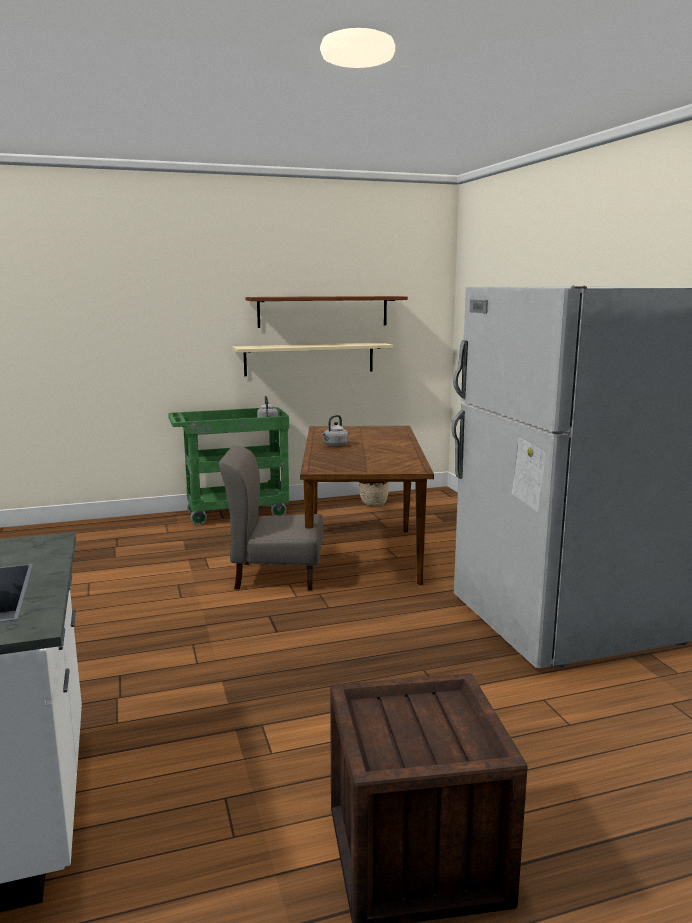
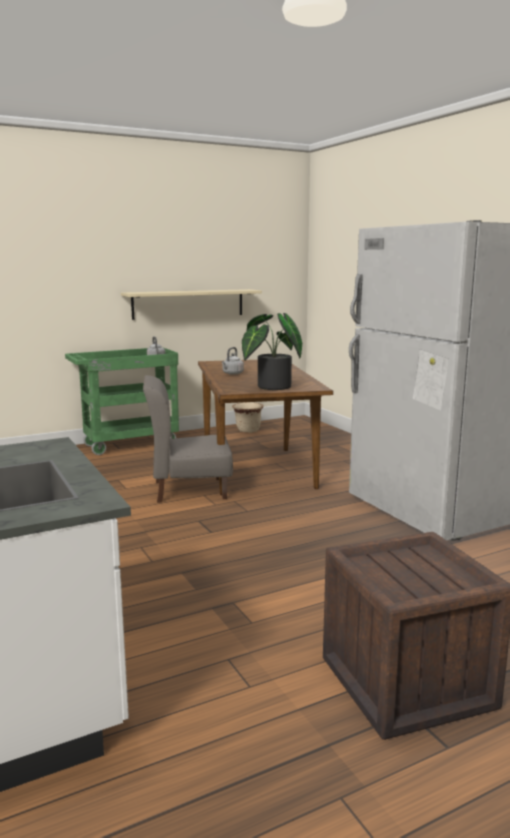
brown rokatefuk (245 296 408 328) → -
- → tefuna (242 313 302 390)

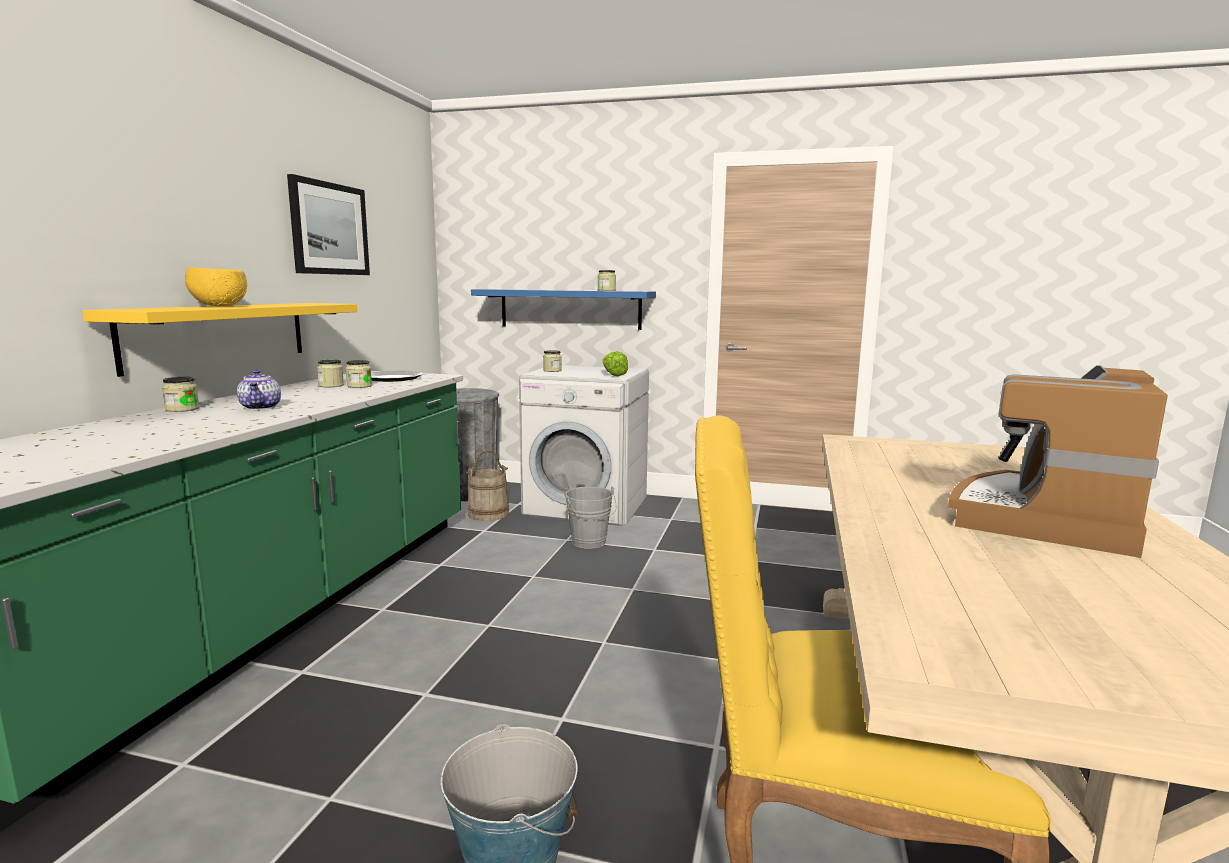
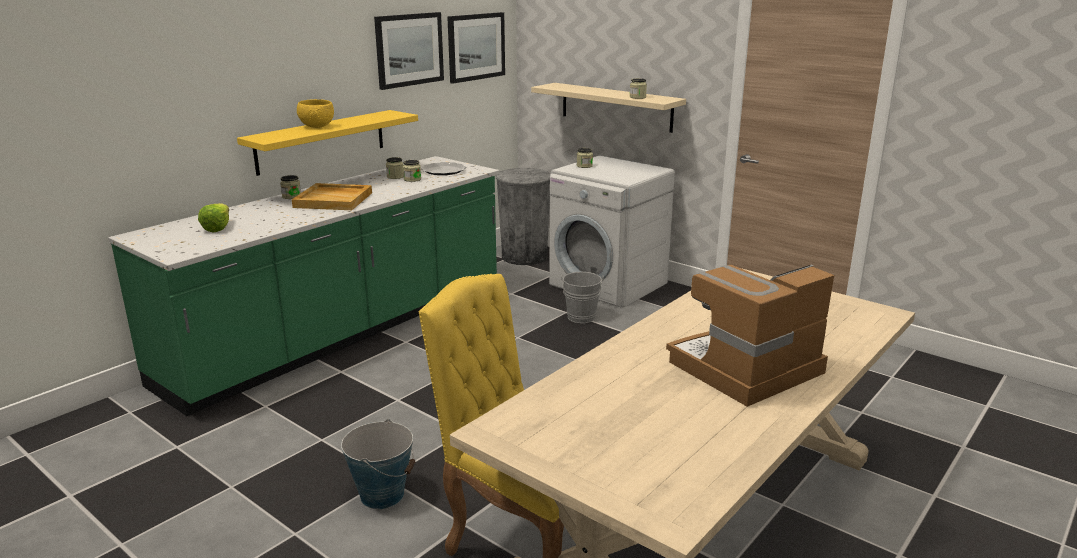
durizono (237 369 281 410) → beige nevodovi (292 183 372 210)
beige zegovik (466 450 509 521) → -
blue rokatefuk (471 289 656 330) → beige rokatefuk (531 83 686 133)
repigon (602 351 628 376) → repigon (198 203 229 232), moved
- → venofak (447 12 505 84)

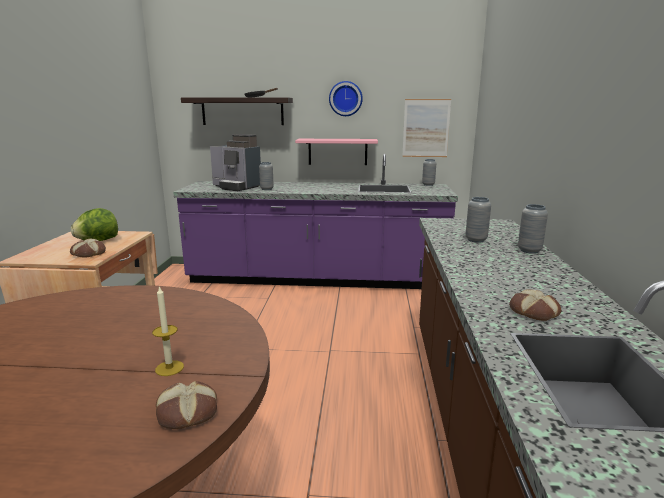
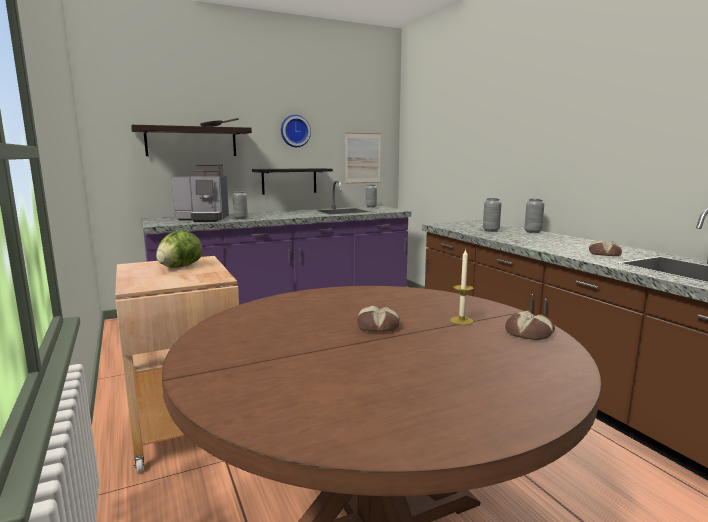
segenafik (70 239 106 257) → segenafik (357 305 400 332), moved
pink rokatefuk (295 139 378 165) → black rokatefuk (252 168 333 195)

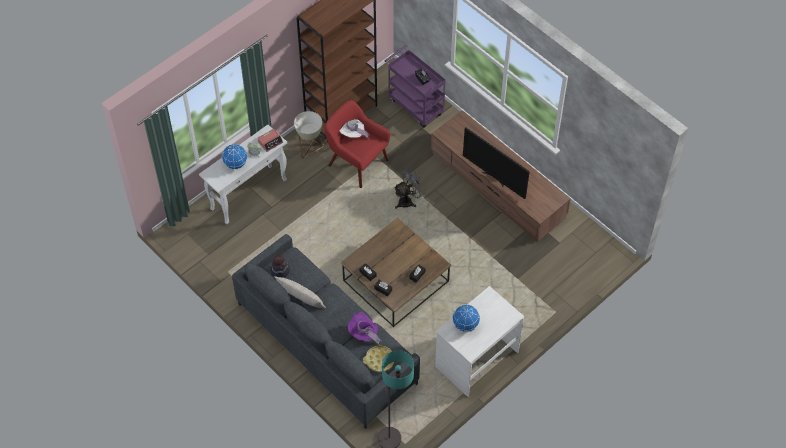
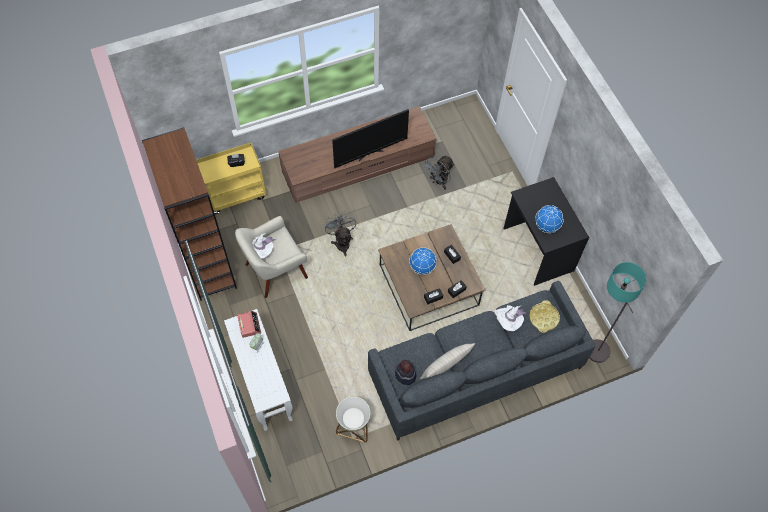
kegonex (222 144 248 170) → kegonex (409 247 437 275), moved
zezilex (294 111 324 158) → zezilex (336 397 371 442), moved
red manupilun (325 100 390 188) → beige manupilun (235 216 308 298)
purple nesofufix (348 312 382 344) → white nesofufix (494 305 527 331)
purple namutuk (385 45 446 128) → yellow namutuk (196 143 266 214)
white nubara (435 286 524 397) → black nubara (503 177 589 286)
- → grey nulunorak (423 156 455 190)

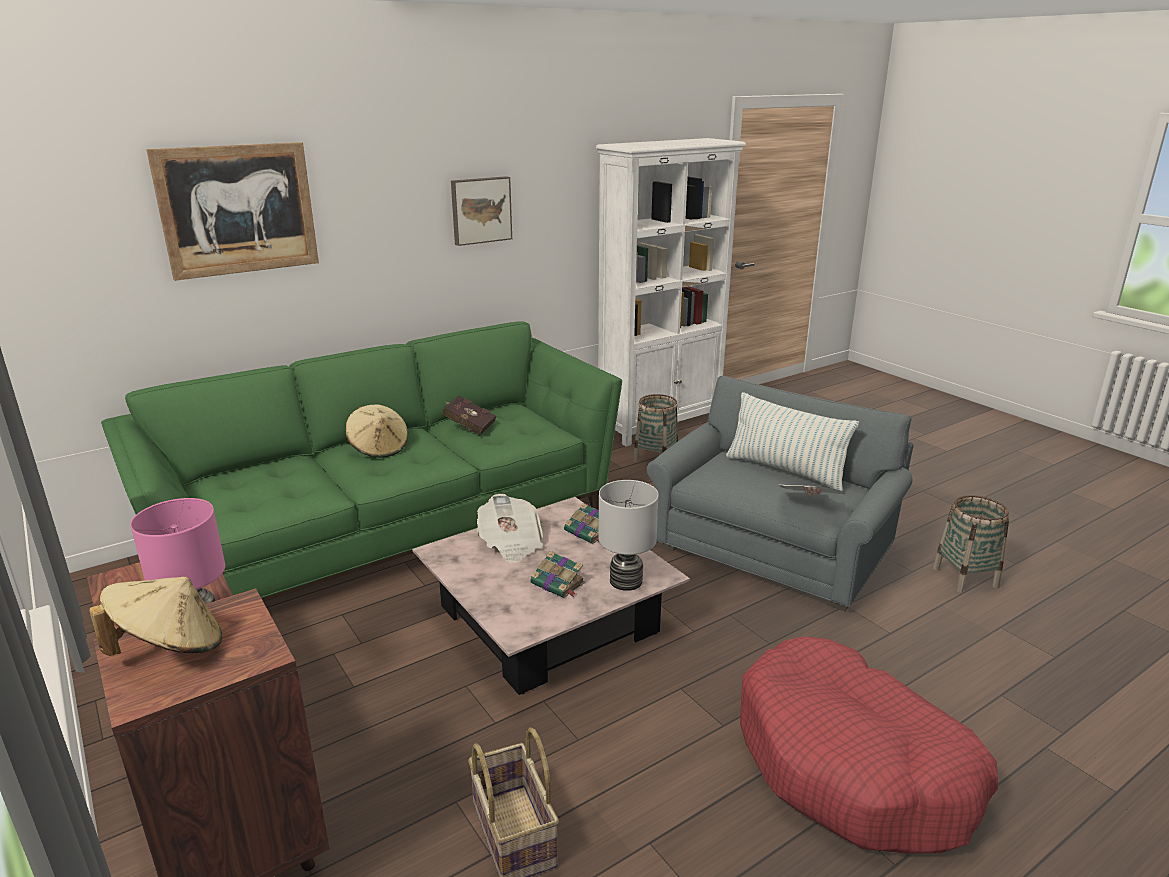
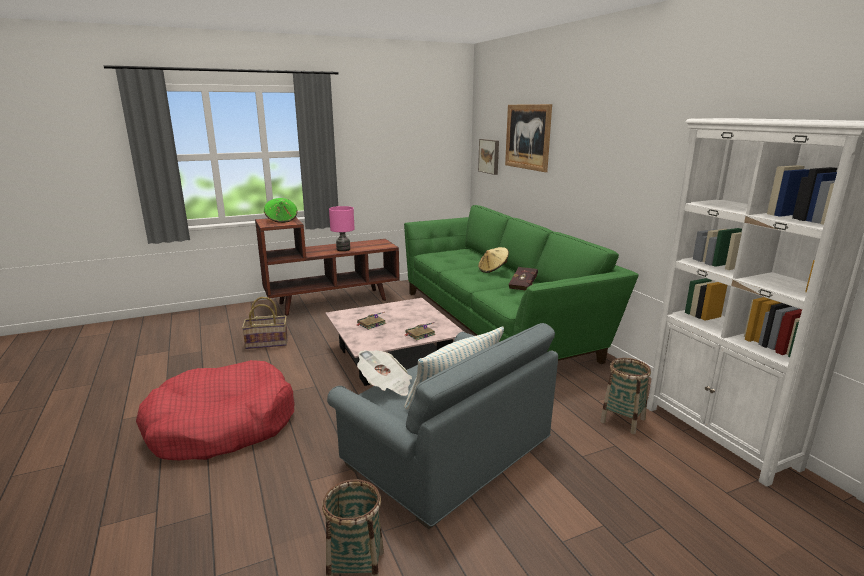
beige nesofufix (89 577 222 656) → green nesofufix (264 198 298 223)
venofak (451 176 512 246) → venofak (478 139 499 175), moved
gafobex (477 494 543 564) → -
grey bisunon (599 480 658 591) → -

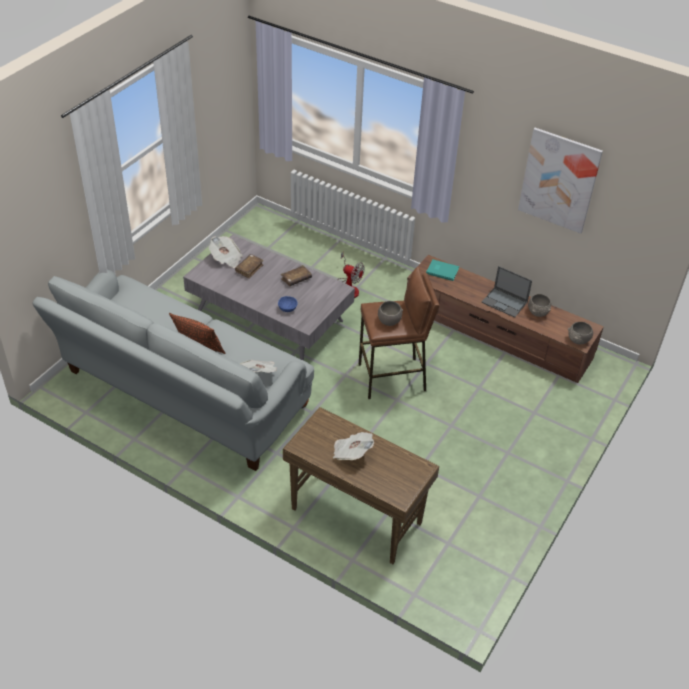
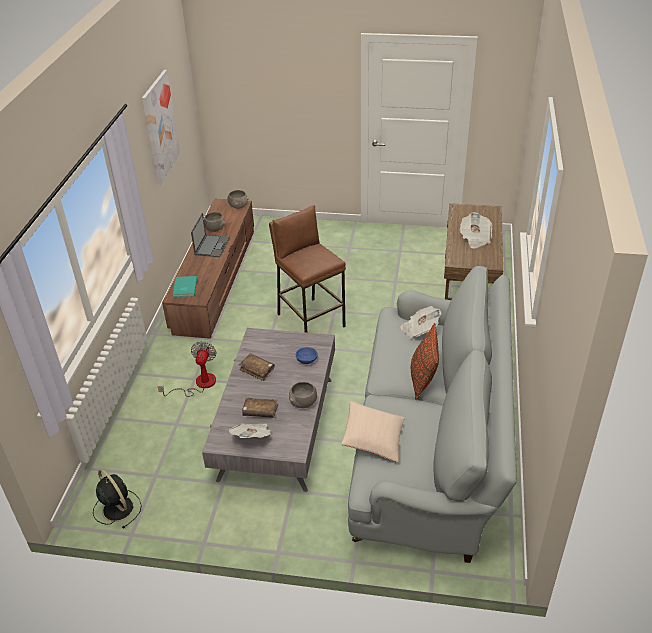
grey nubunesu (378 301 403 326) → grey nubunesu (289 382 317 408), moved
- → black nulunorak (93 469 142 529)
- → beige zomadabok (341 401 405 462)

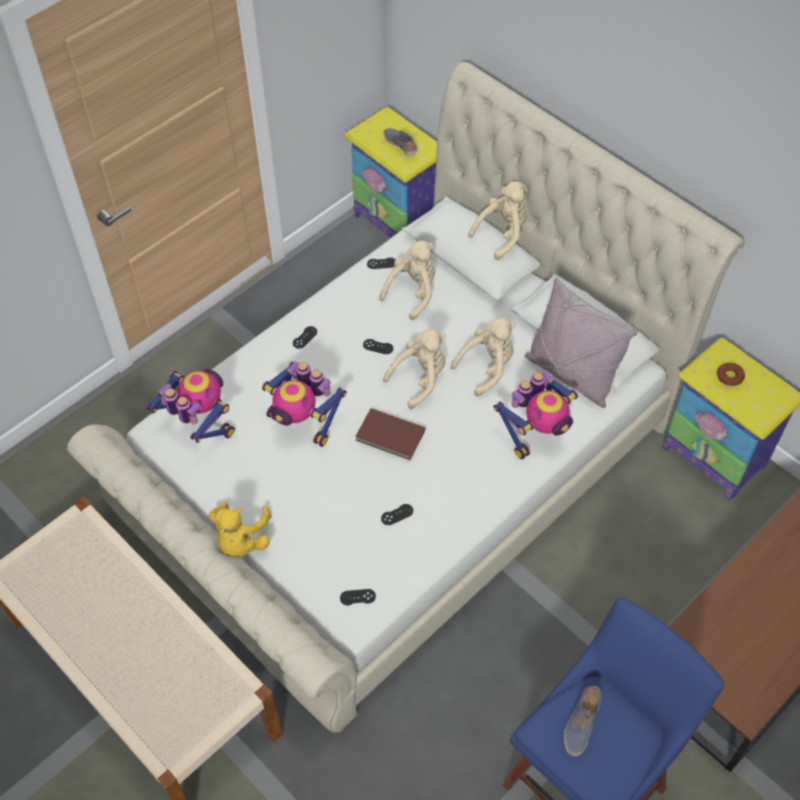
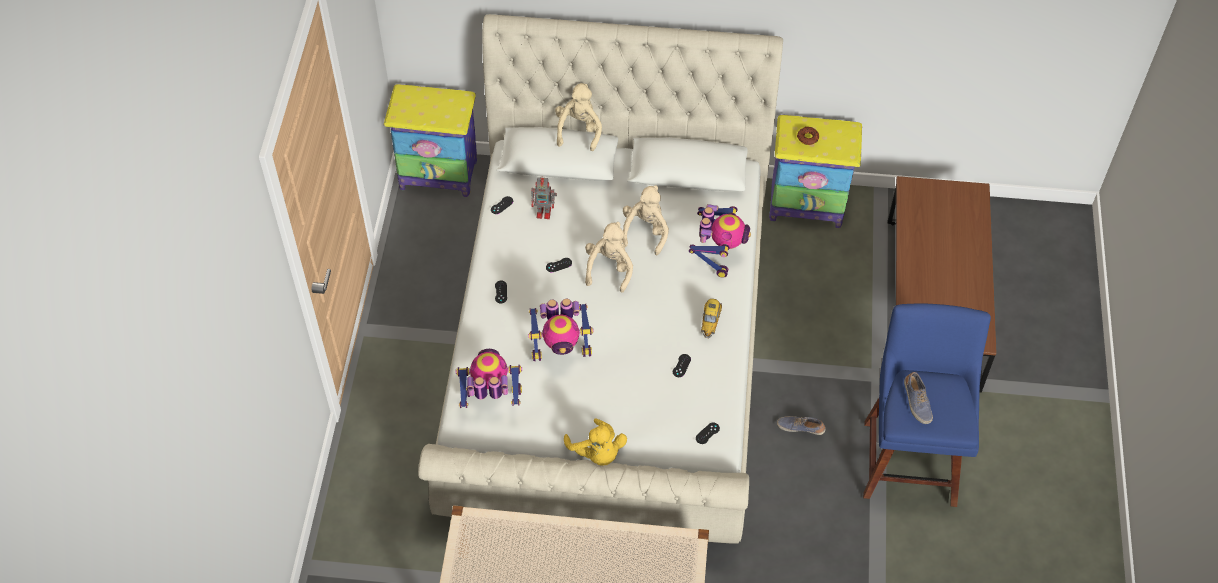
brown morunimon (355 408 425 460) → -
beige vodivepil (379 241 435 320) → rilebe (531 177 557 219)
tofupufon (383 128 418 155) → tofupufon (777 416 826 435), moved
purple zomadabok (525 278 638 408) → -
- → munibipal (701 299 722 338)

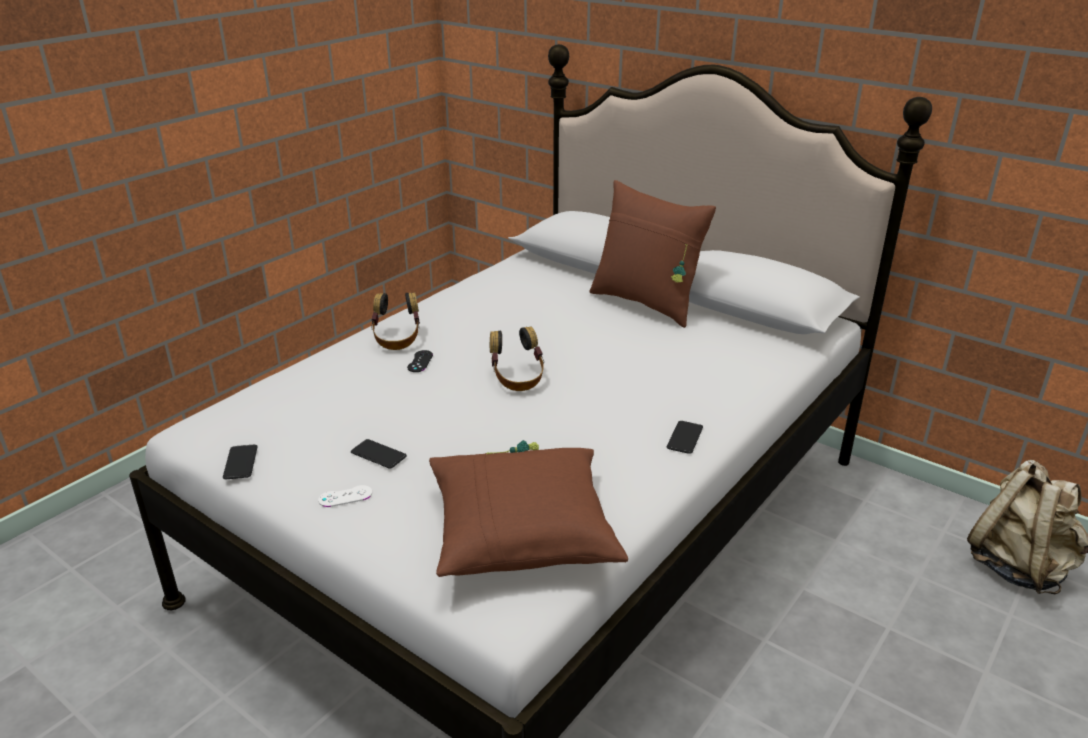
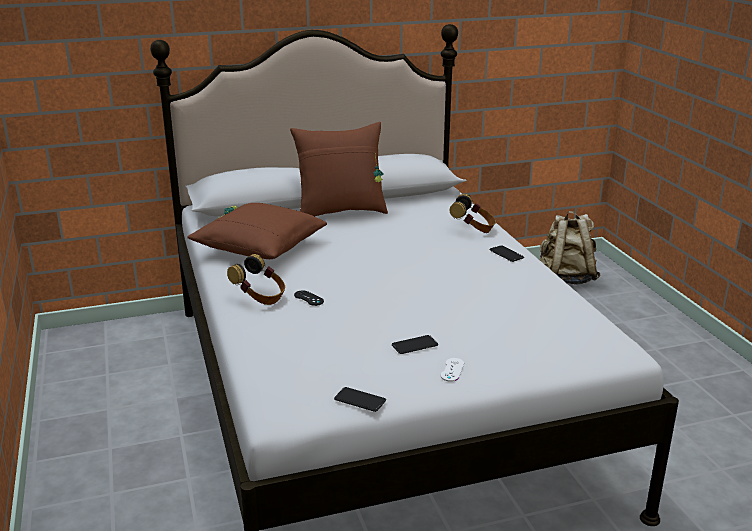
brown zomadabok (429 440 628 577) → brown zomadabok (187 203 327 259), moved
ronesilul (490 326 544 391) → ronesilul (450 194 496 233), moved

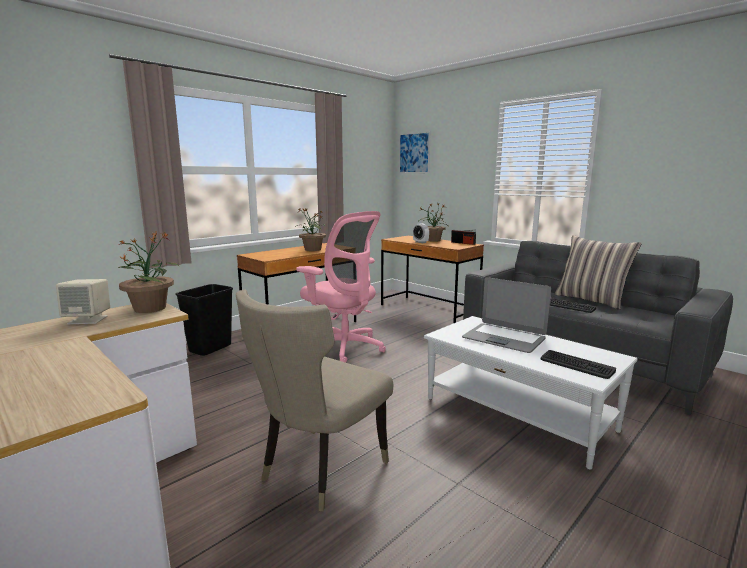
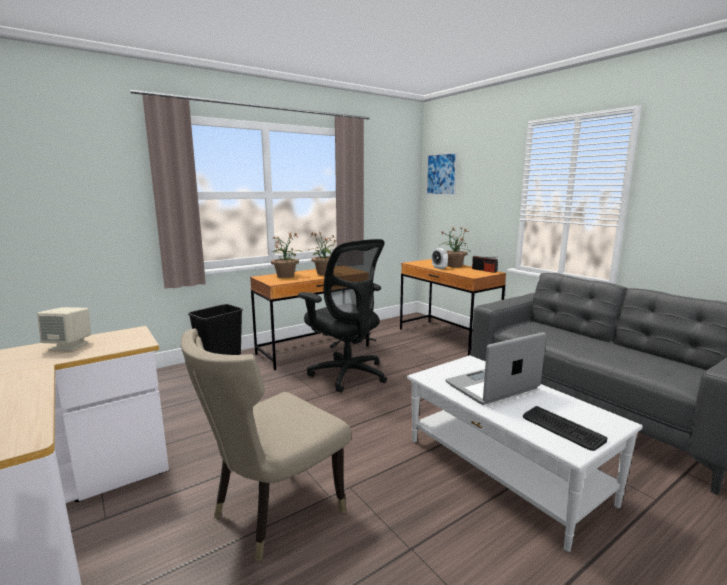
tefuna (118 232 180 313) → tefuna (271 232 303 278), moved
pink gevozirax (296 211 386 363) → black gevozirax (298 239 387 393)
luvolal (462 277 551 353) → luvolal (445 332 546 405), 105 degrees clockwise
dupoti (550 298 596 313) → -
zomadabok (554 235 642 310) → -

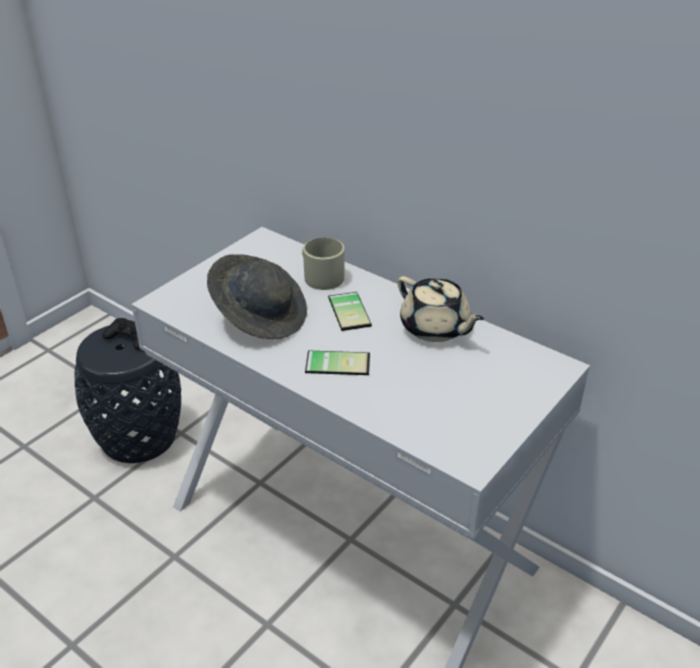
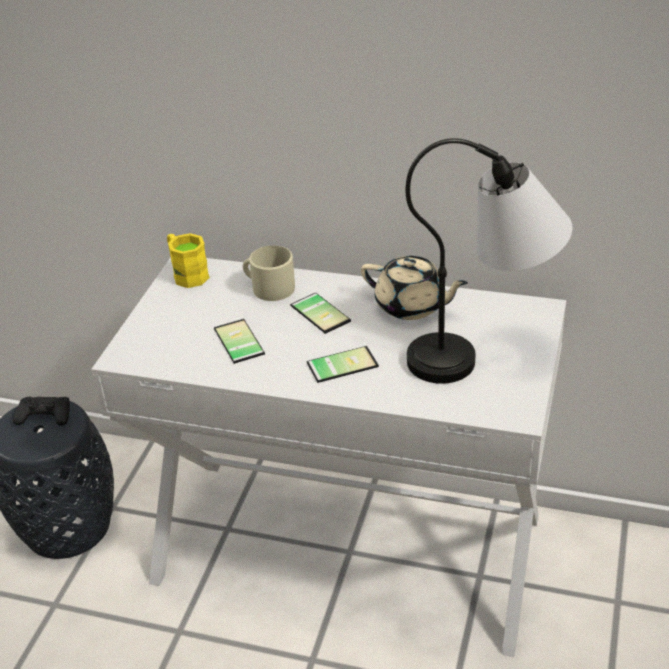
grey nesofufix (207 254 307 339) → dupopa (214 319 265 364)
- → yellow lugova (167 233 210 288)
- → bisunon (406 138 572 384)

